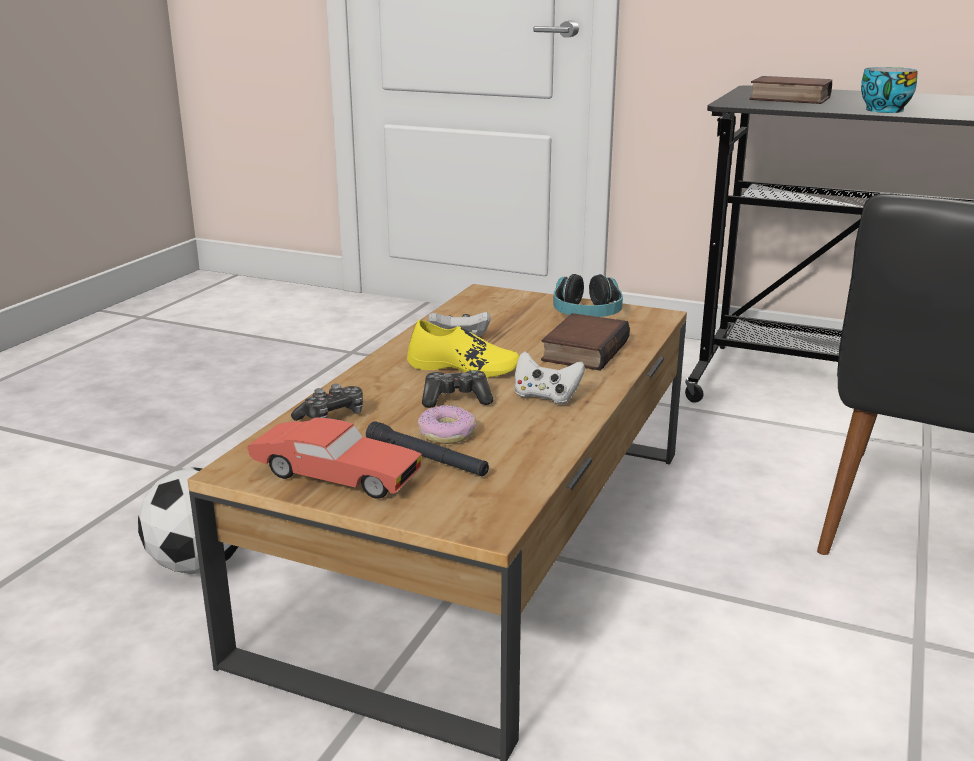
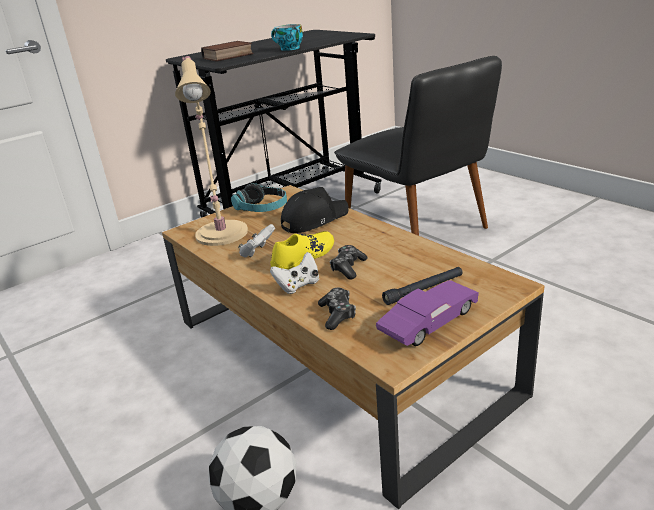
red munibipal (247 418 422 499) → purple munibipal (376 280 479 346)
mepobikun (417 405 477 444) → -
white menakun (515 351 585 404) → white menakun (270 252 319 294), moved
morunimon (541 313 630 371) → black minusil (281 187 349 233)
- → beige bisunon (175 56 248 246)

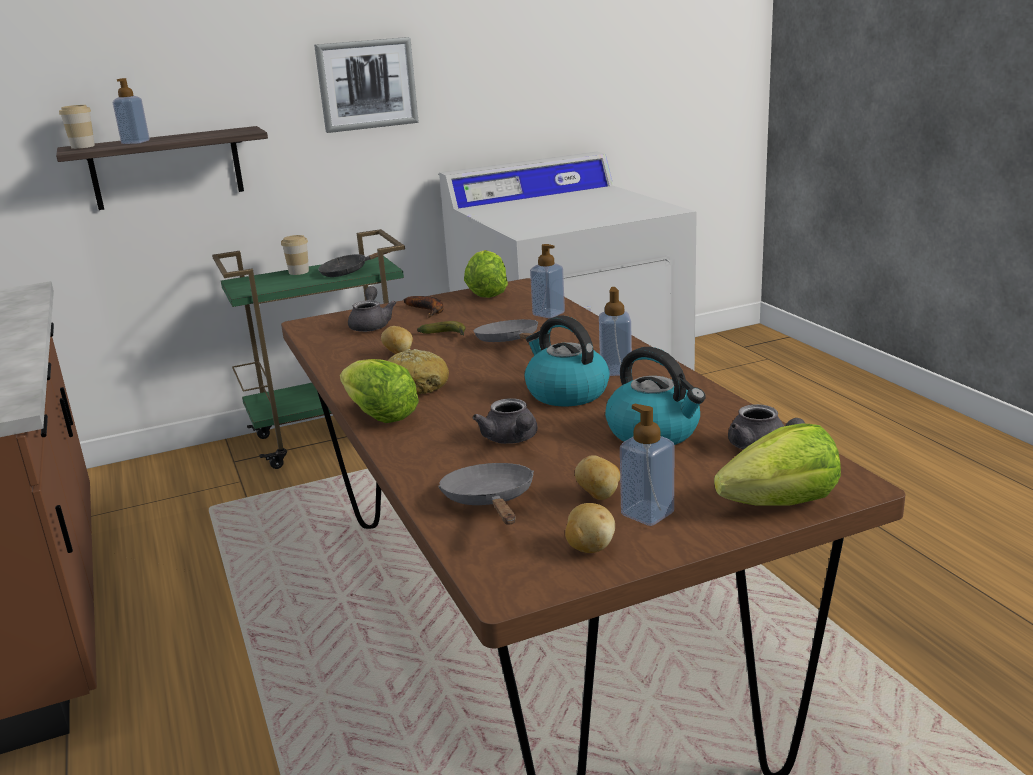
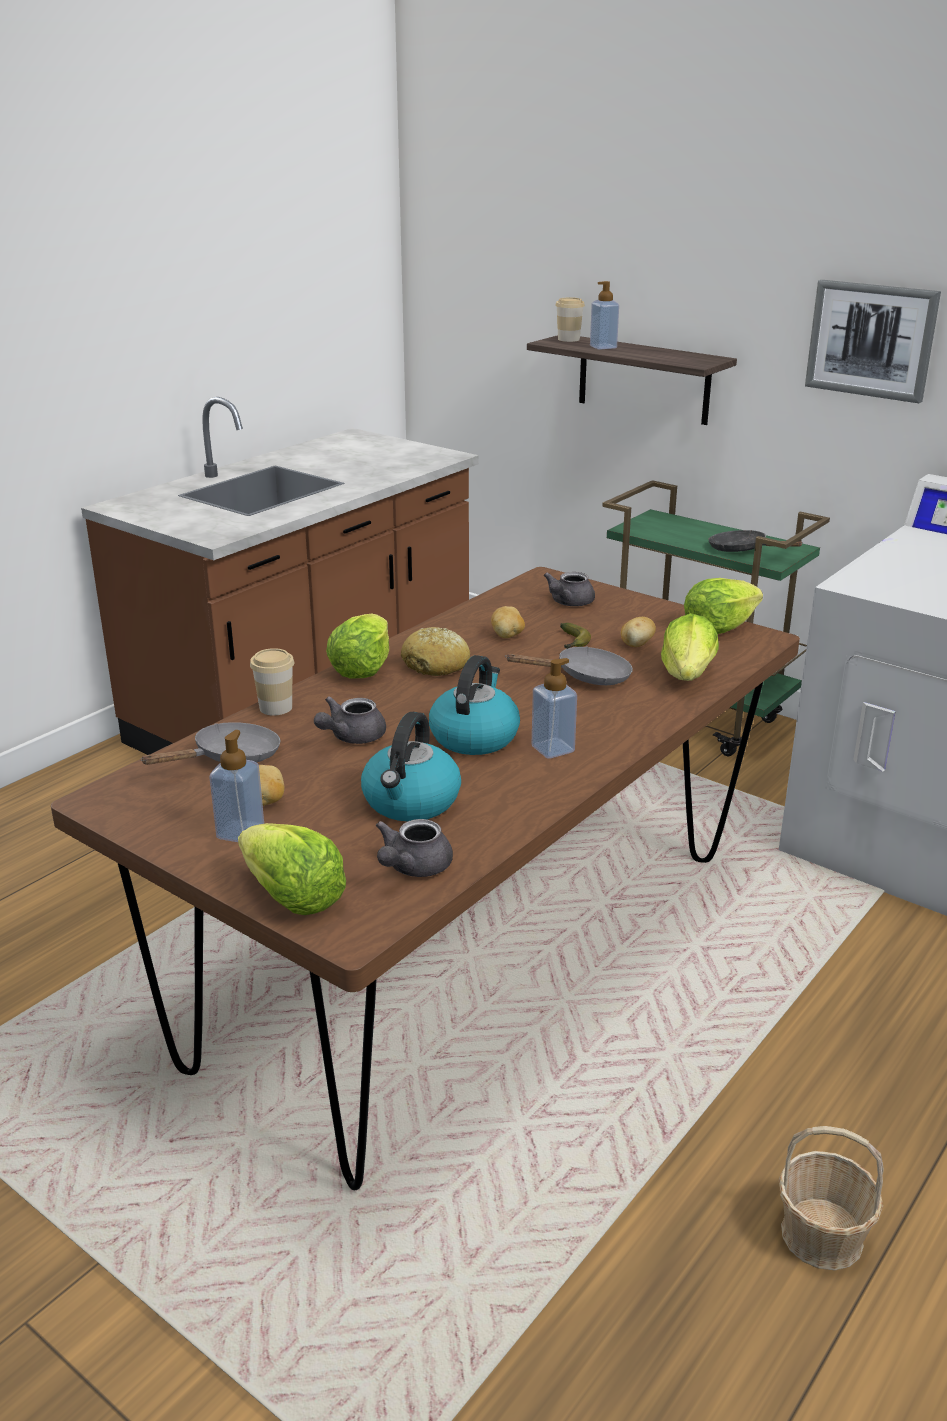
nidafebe (281 235 309 275) → nidafebe (250 648 294 716), moved
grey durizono (348 286 396 332) → grey durizono (544 572 595 606), 150 degrees clockwise
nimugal (404 296 444 317) → -
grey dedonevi (474 319 538 342) → grey dedonevi (505 646 633 685), 45 degrees clockwise
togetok (530 244 565 318) → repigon (661 613 719 681)
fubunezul (565 503 615 553) → fubunezul (621 617 656 647), moved
- → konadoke (779 1126 884 1270)

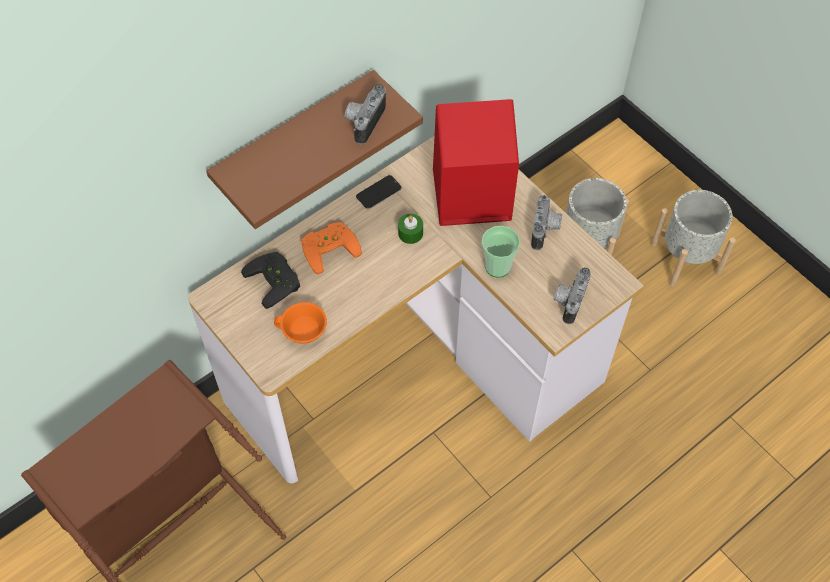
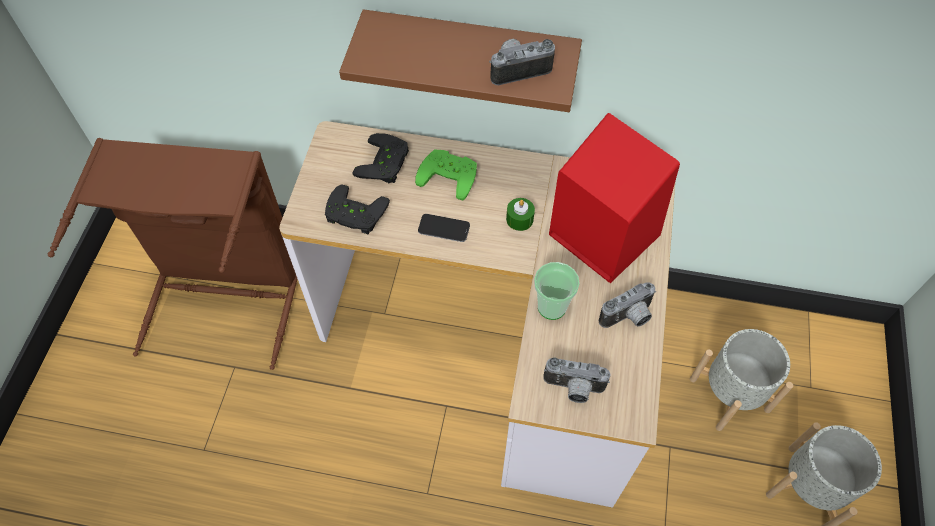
orange nidafebe (274 302 327 344) → black menakun (325 185 390 234)
orange menakun (301 222 362 274) → green menakun (415 150 477 200)
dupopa (356 175 402 209) → dupopa (418 214 470 242), moved
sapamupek (553 267 591 324) → sapamupek (543 357 610 403), 150 degrees counterclockwise

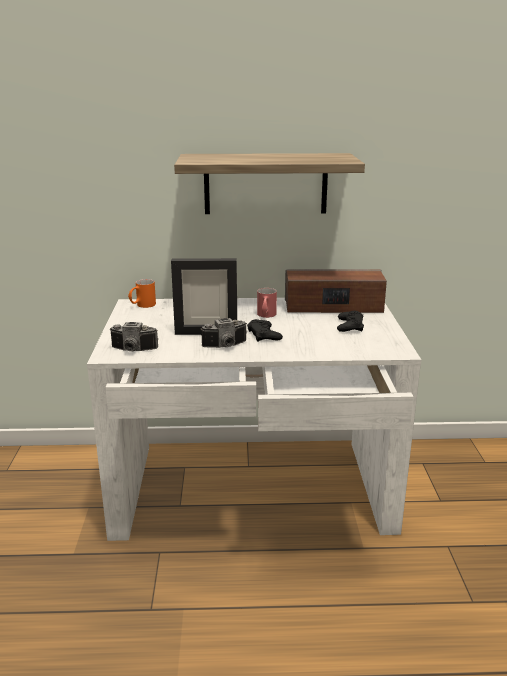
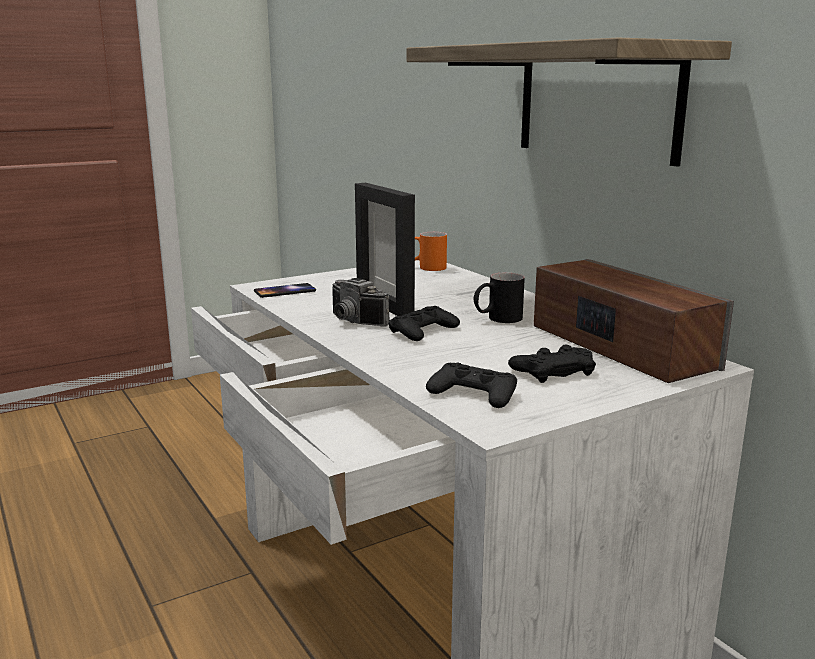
sapamupek (109 322 158 351) → dupopa (254 283 316 298)
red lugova (257 288 277 318) → black lugova (473 272 525 323)
- → black menakun (426 362 517 408)

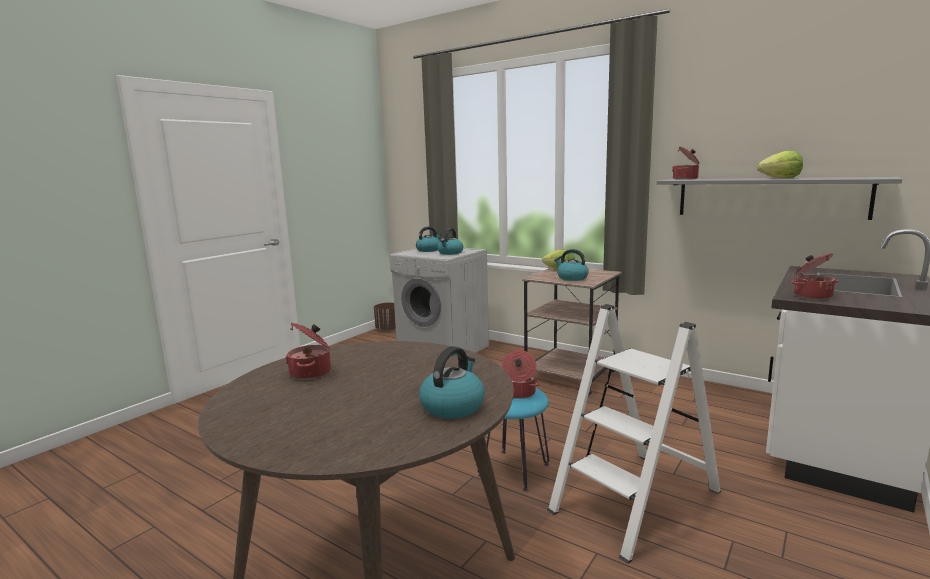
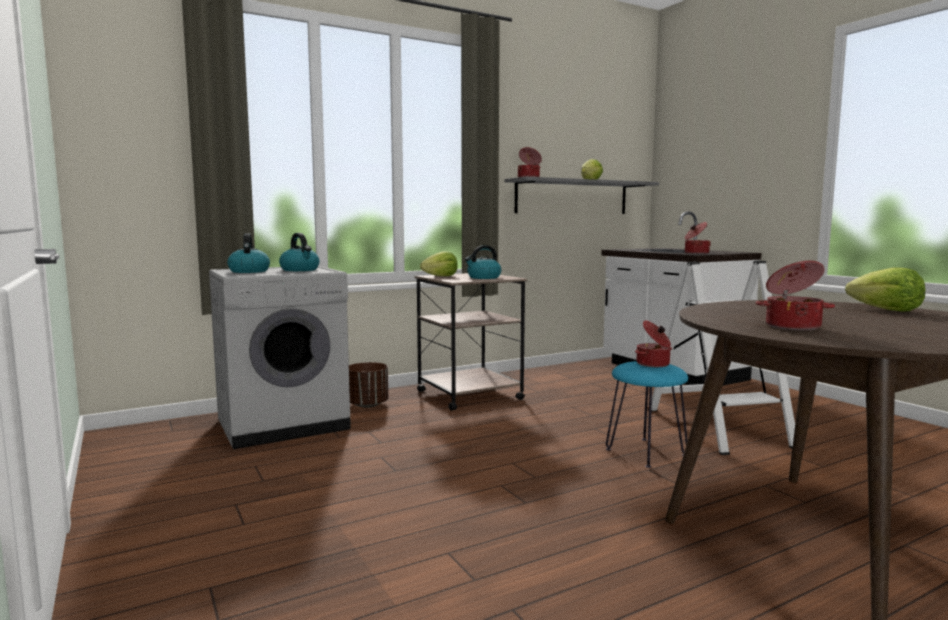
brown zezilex (374 303 396 331) → brown zezilex (349 362 388 408), moved
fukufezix (419 346 485 419) → repigon (845 267 925 312)

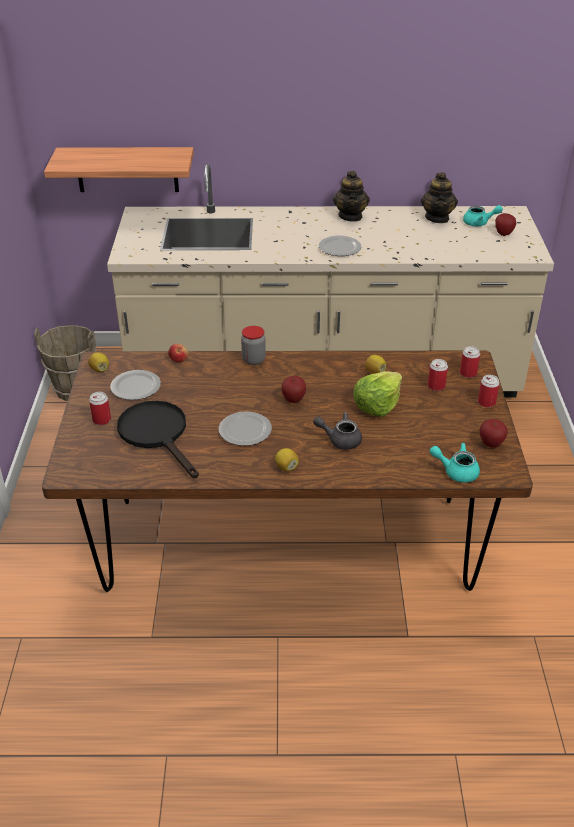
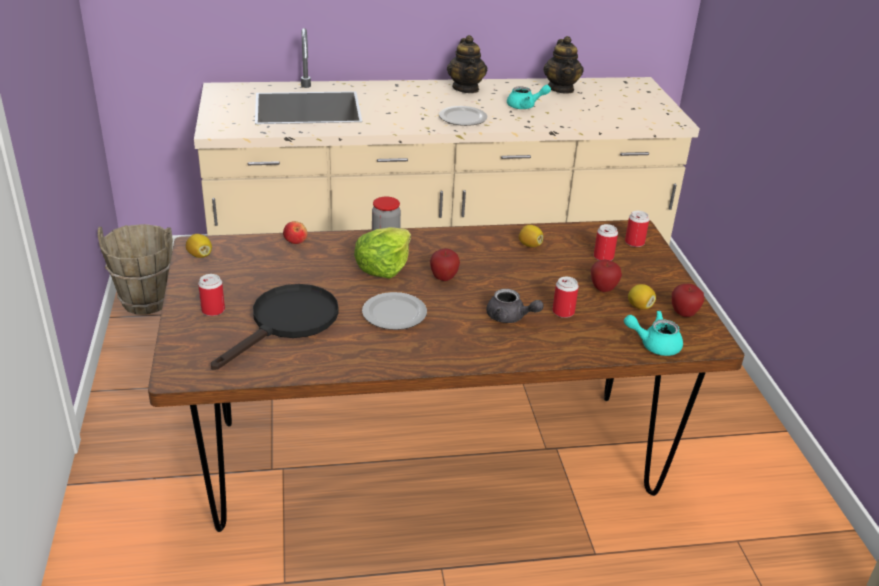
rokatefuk (44 147 194 192) → -
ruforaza (110 370 161 400) → -
black dedonevi (117 401 199 478) → black dedonevi (211 284 339 370), 75 degrees clockwise
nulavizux (275 448 299 471) → nulavizux (628 284 656 310), moved
grey durizono (313 412 362 450) → grey durizono (486 289 544 323), 150 degrees counterclockwise
repigon (353 371 402 417) → repigon (354 227 411 279), moved
turquoise durizono (463 205 503 226) → turquoise durizono (507 85 551 109), moved
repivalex (478 375 500 408) → repivalex (552 277 579 318), moved
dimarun (495 213 516 236) → dimarun (591 260 622 292), moved

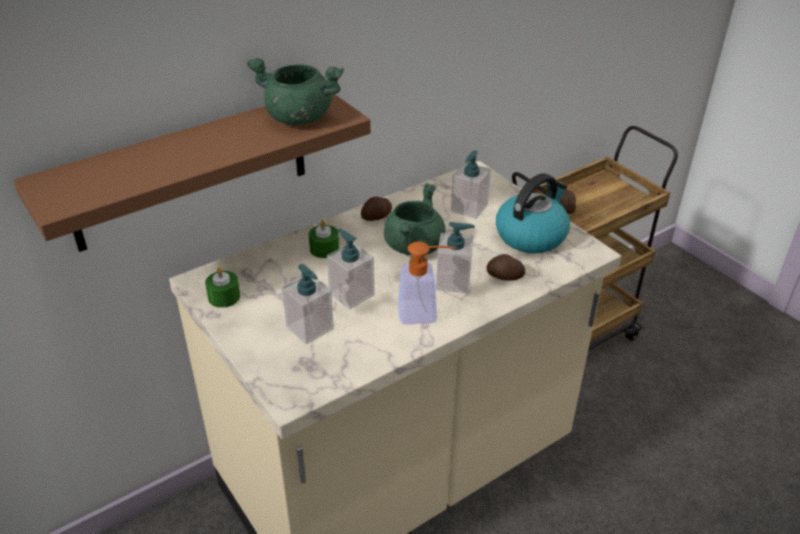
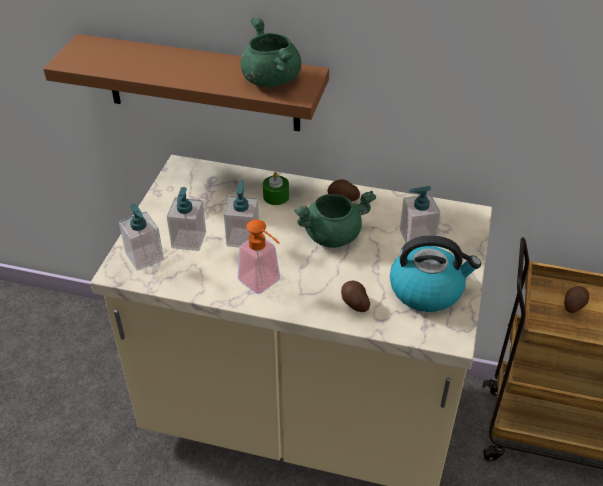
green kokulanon (205 267 240 308) → -
togetok (436 222 475 293) → togetok (119 204 164 271), moved

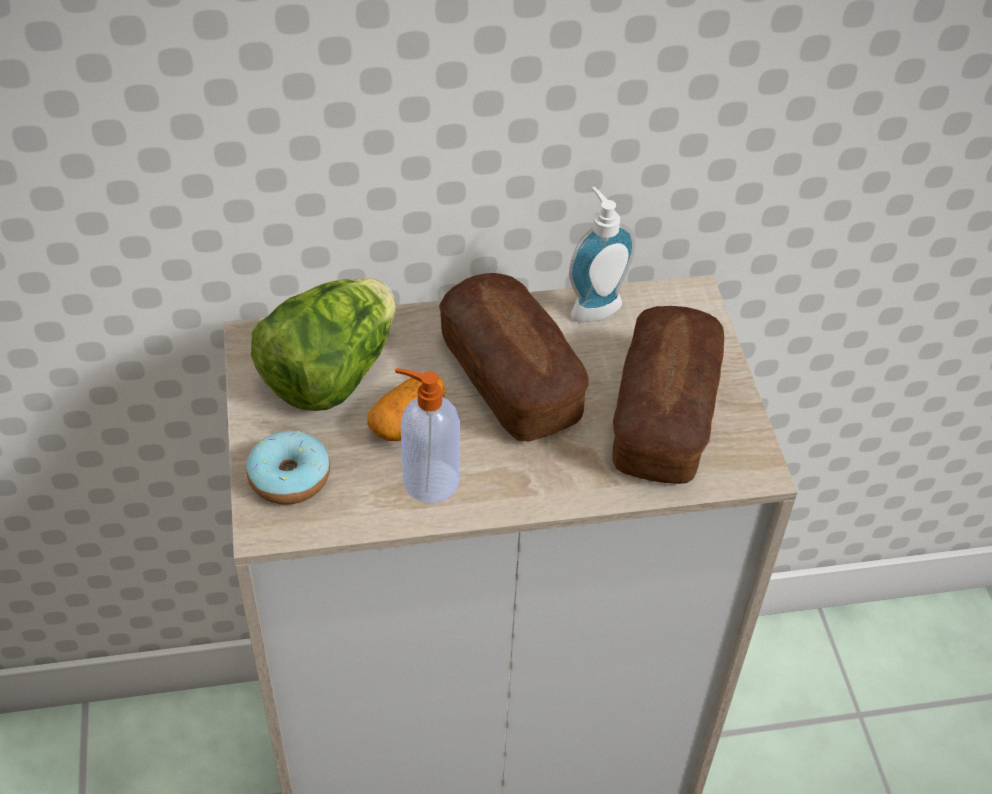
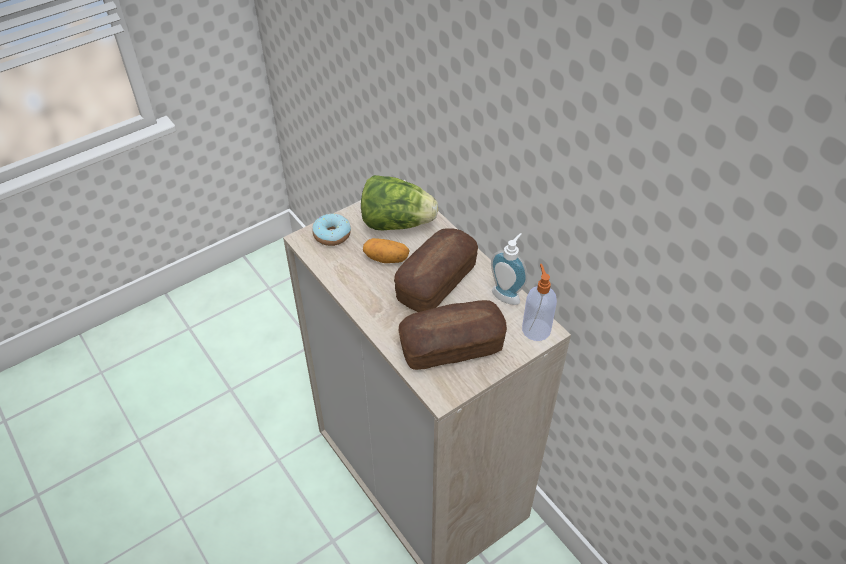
togetok (395 368 460 503) → togetok (522 264 557 341), moved

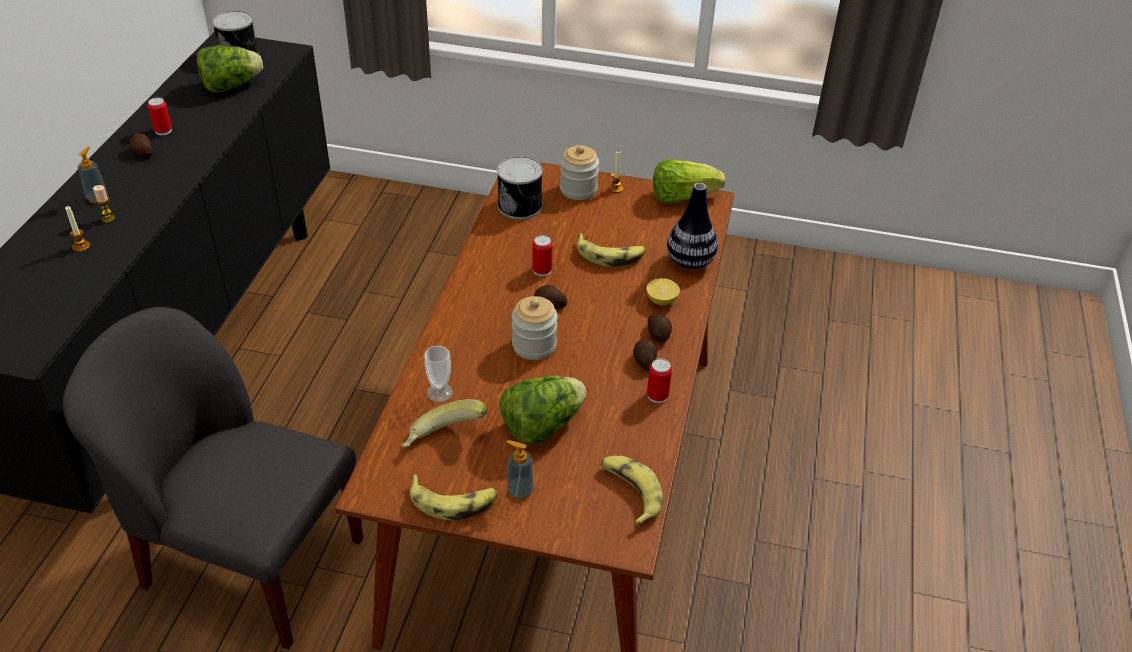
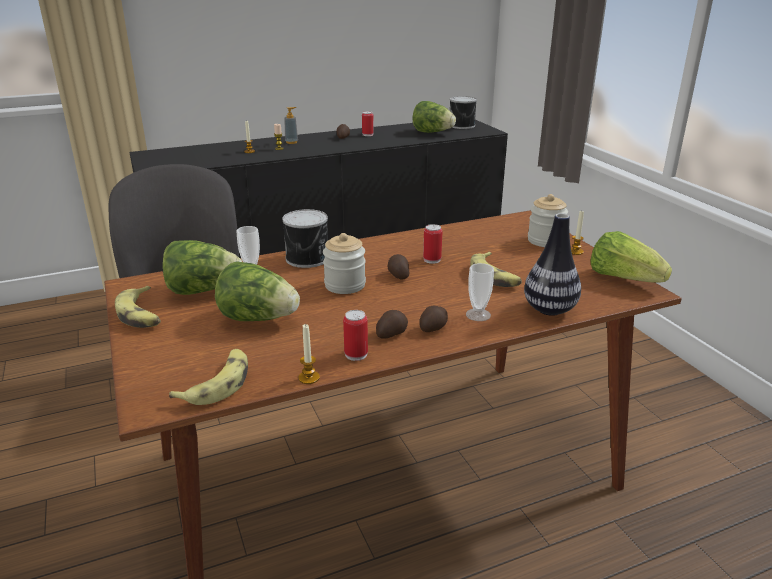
nimugal (402 399 488 448) → repigon (163 240 242 295)
repivalex (497 156 543 220) → repivalex (282 209 328 268), moved
togetok (507 440 534 500) → -
nulavizux (646 278 680 305) → nidafebe (466 263 494 321)
- → kokulanon (298 324 320 384)

